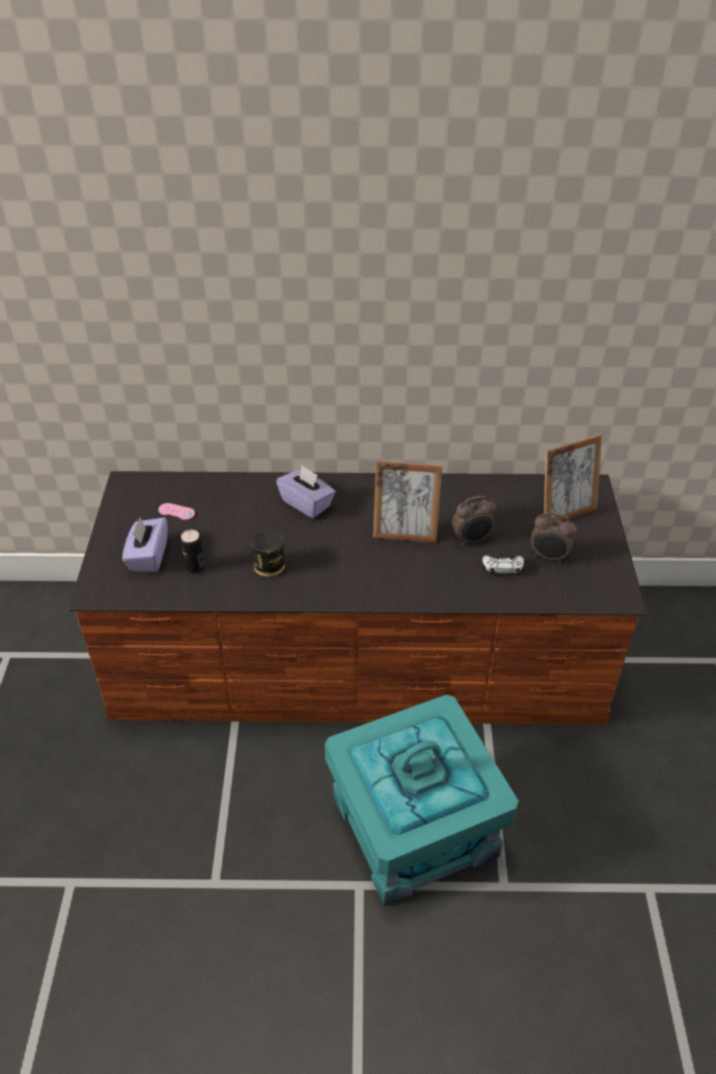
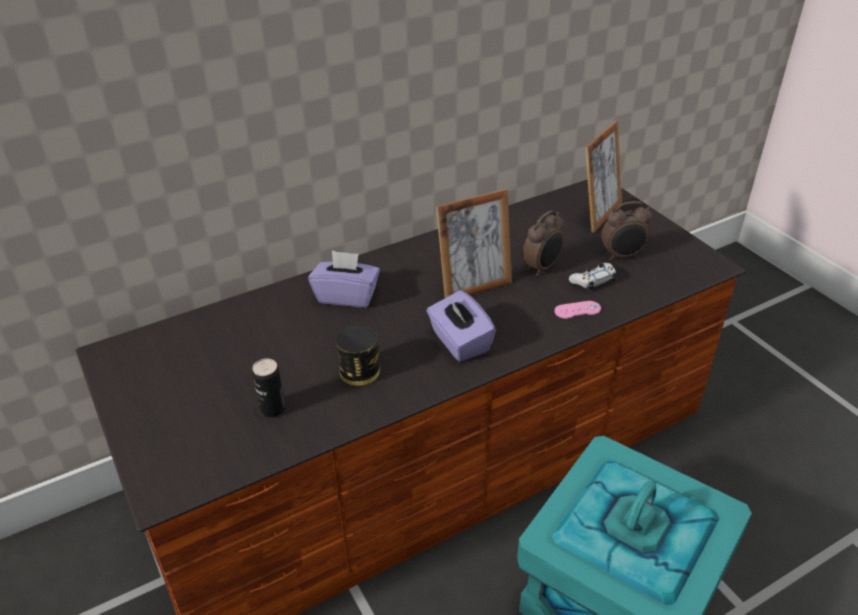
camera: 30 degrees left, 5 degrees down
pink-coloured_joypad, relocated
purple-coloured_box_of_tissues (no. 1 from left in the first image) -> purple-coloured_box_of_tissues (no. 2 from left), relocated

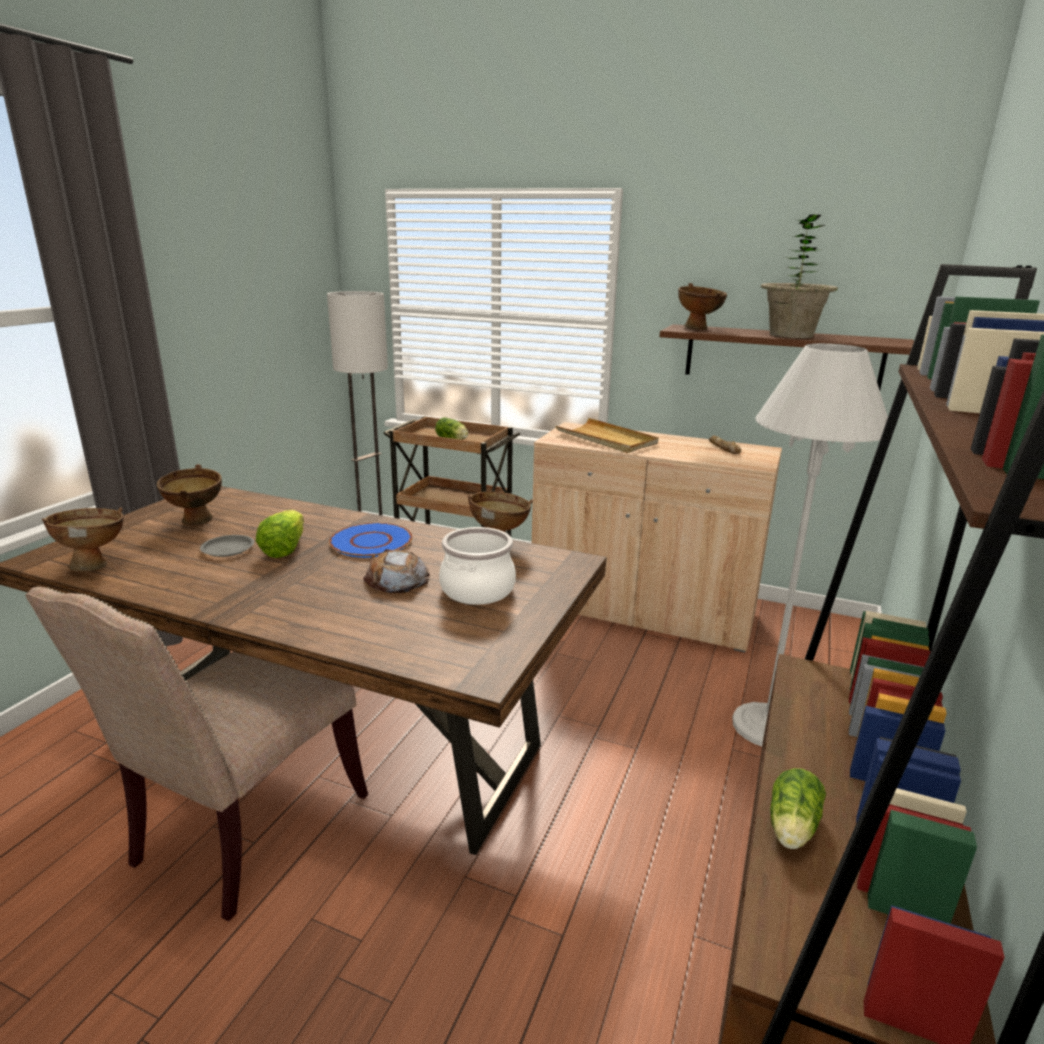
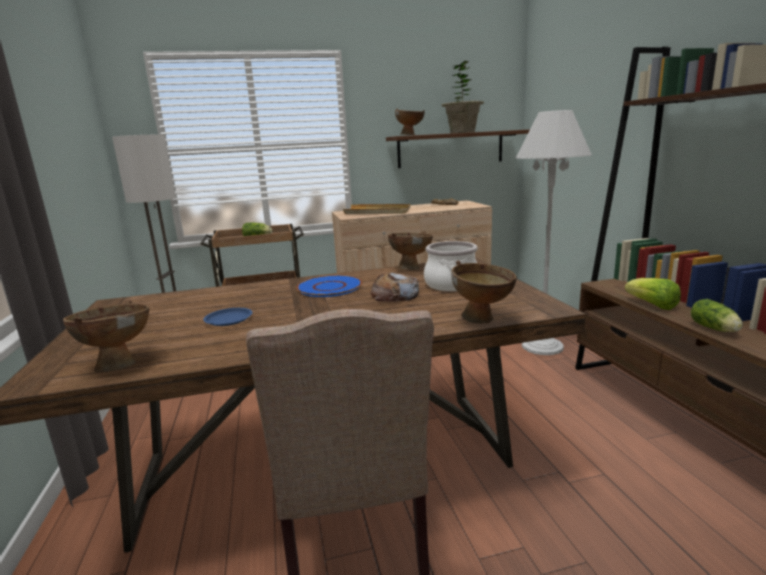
camera: 35 degrees left, 5 degrees down
brown_deep_dish (no. 2 from left in the first image) -> brown_deep_dish (no. 4 from left), relocated
lettuce_head (no. 1 from left in the first image) -> lettuce_head (no. 2 from left), relocated
gray_plate -> blue_plate (no. 1 from left)

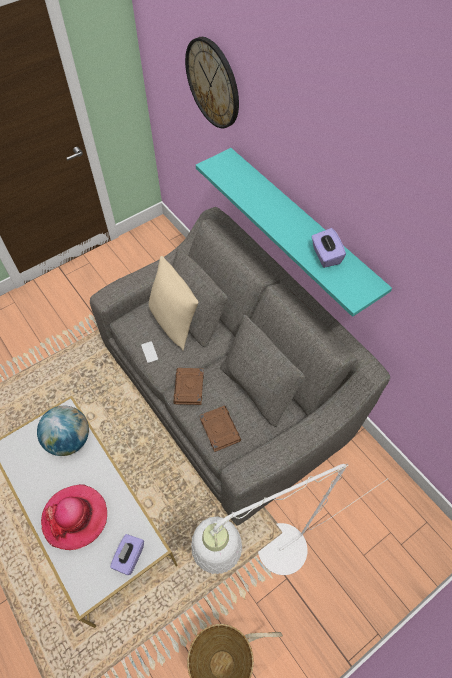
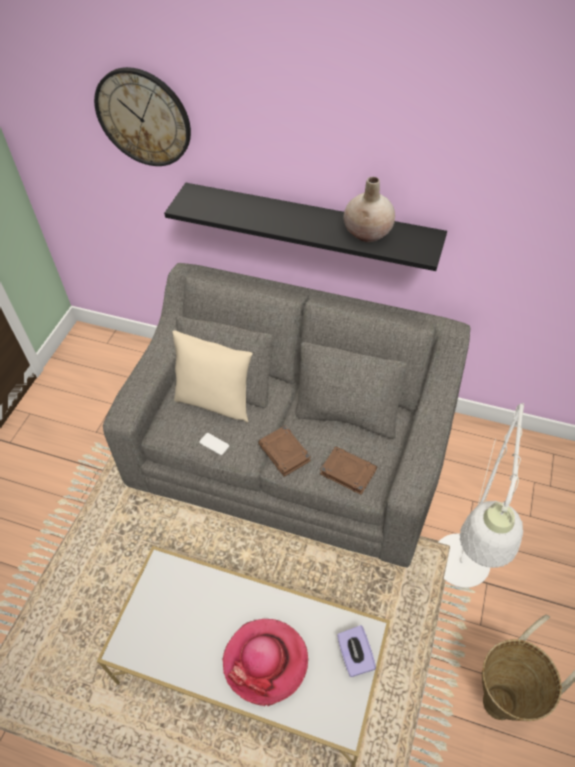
camera: 35 degrees left, 5 degrees down
turquoise_wall_shelf -> black_wall_shelf
purple-coloured_box_of_tissues (no. 2 from left) -> beige-coloured_flower_vase
world_globe -> none

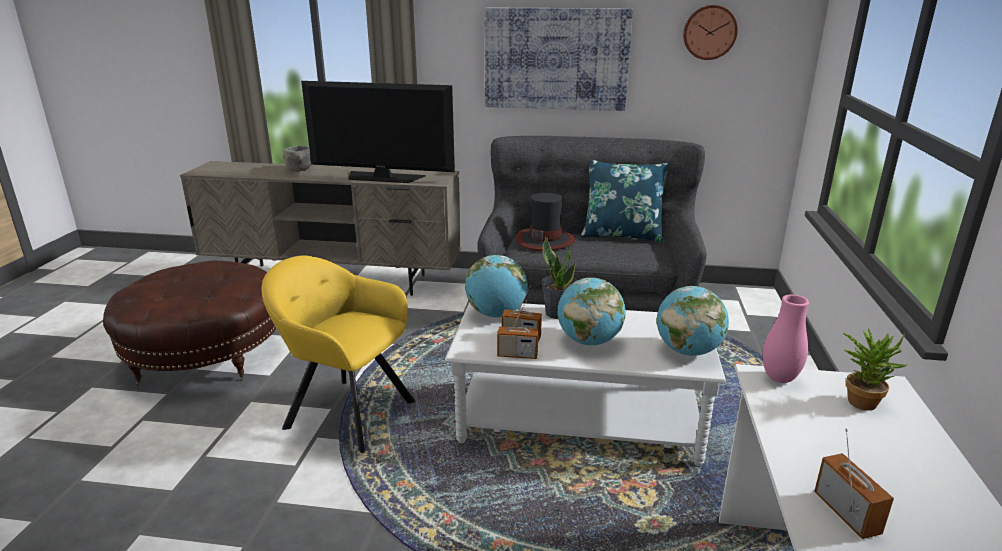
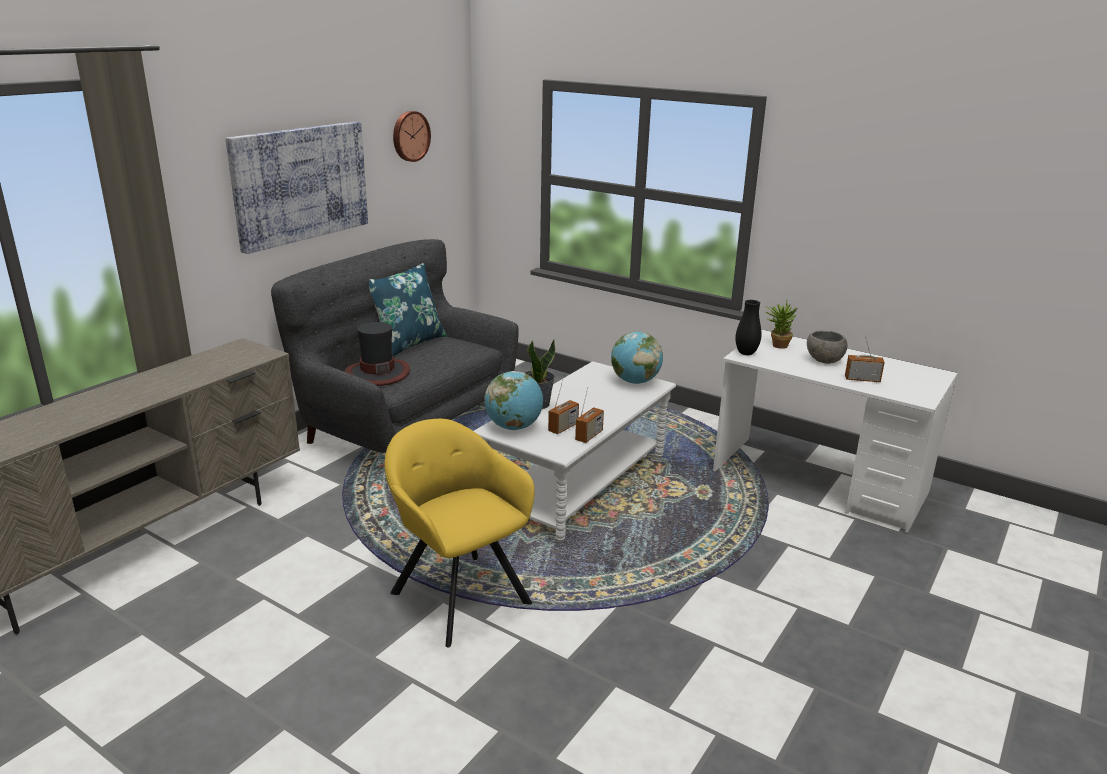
camera: 65 degrees left, 0 degrees up
TV -> none
gray_deep_dish, relocated
yellow_easy_chair, 90 degrees clockwise
brown_footrest -> none
world_globe (no. 2 from left) -> none
pink-coloured_flower_vase -> black_flower_vase

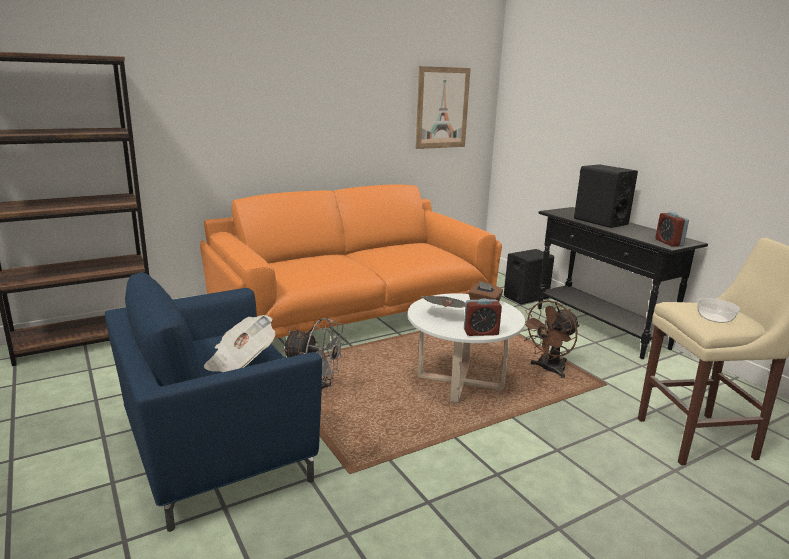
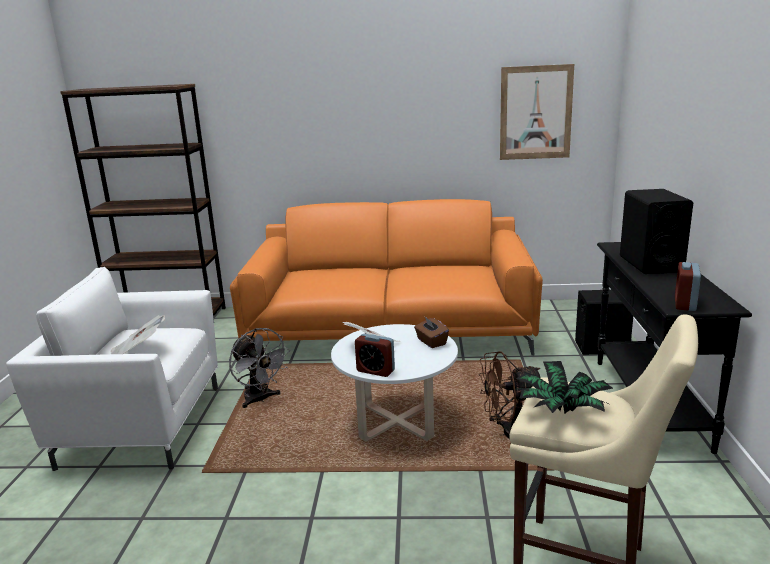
camera: 35 degrees right, 0 degrees up
blue_easy_chair -> white_easy_chair
deep_dish -> potted_plant

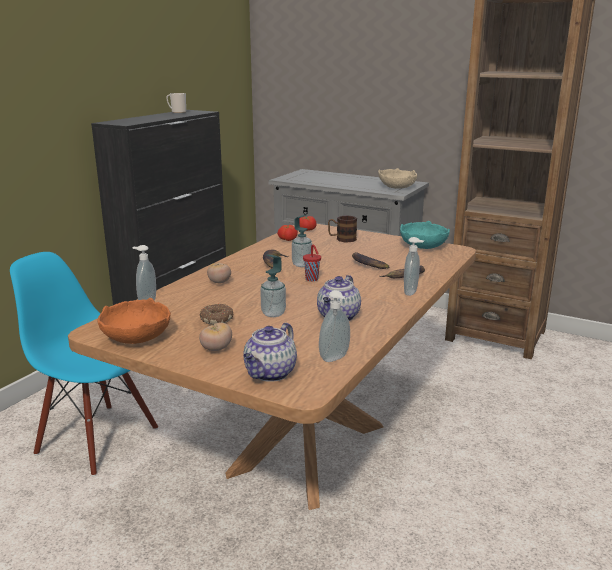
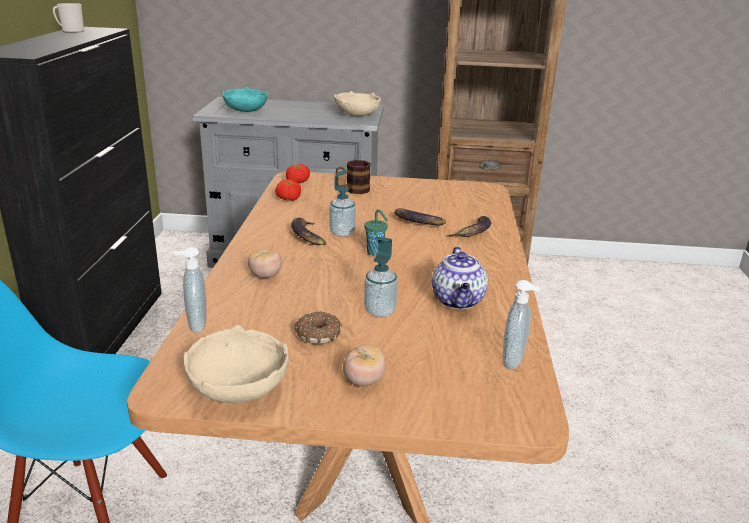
camera: 25 degrees left, 5 degrees up
turquoise_deep_dish, relocated
liquid_soap_bottle (no. 5 from left) -> none
reddish_drinking_cup -> green_drinking_cup
orange_deep_dish -> beige-coloured_deep_dish (no. 1 from left)
pot_for_tea (no. 1 from left) -> none

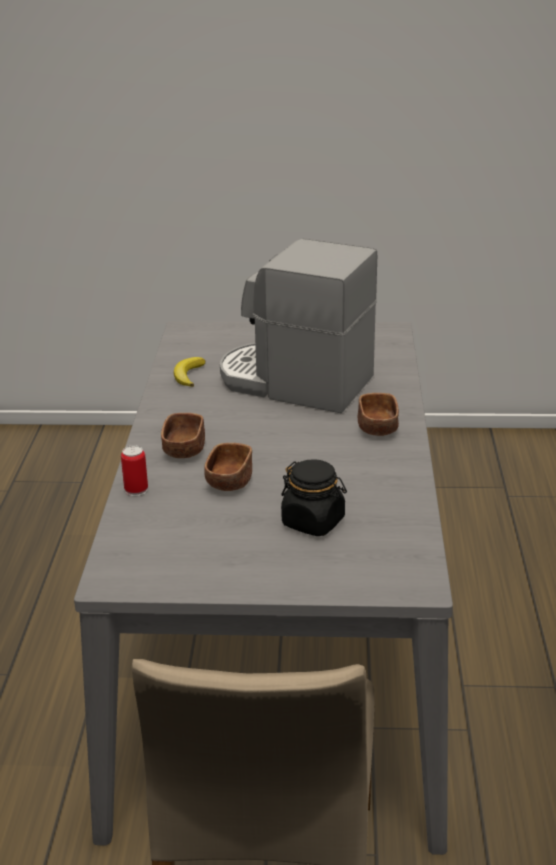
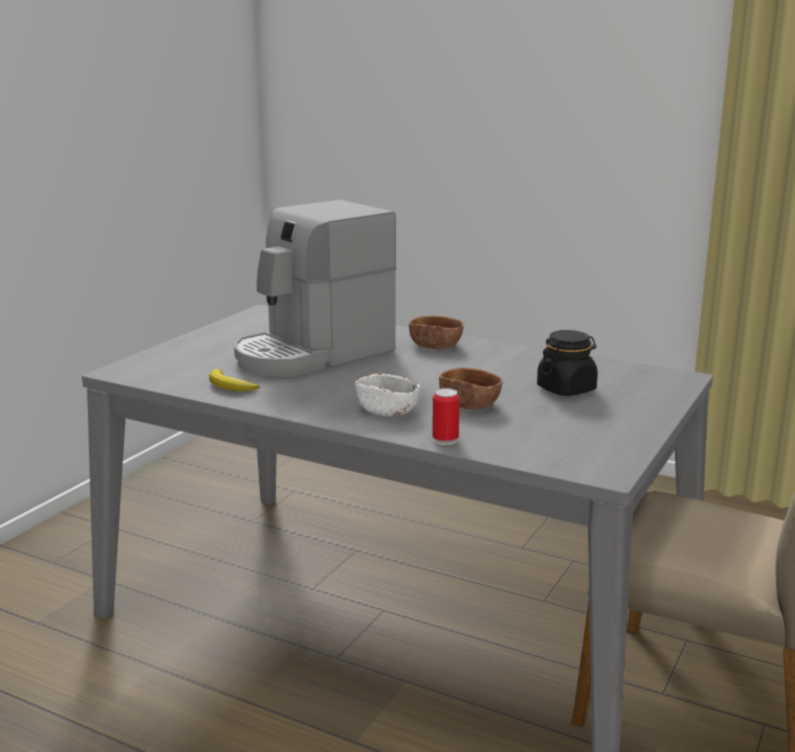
camera: 65 degrees left, 10 degrees down
brown_deep_dish (no. 1 from left) -> white_deep_dish

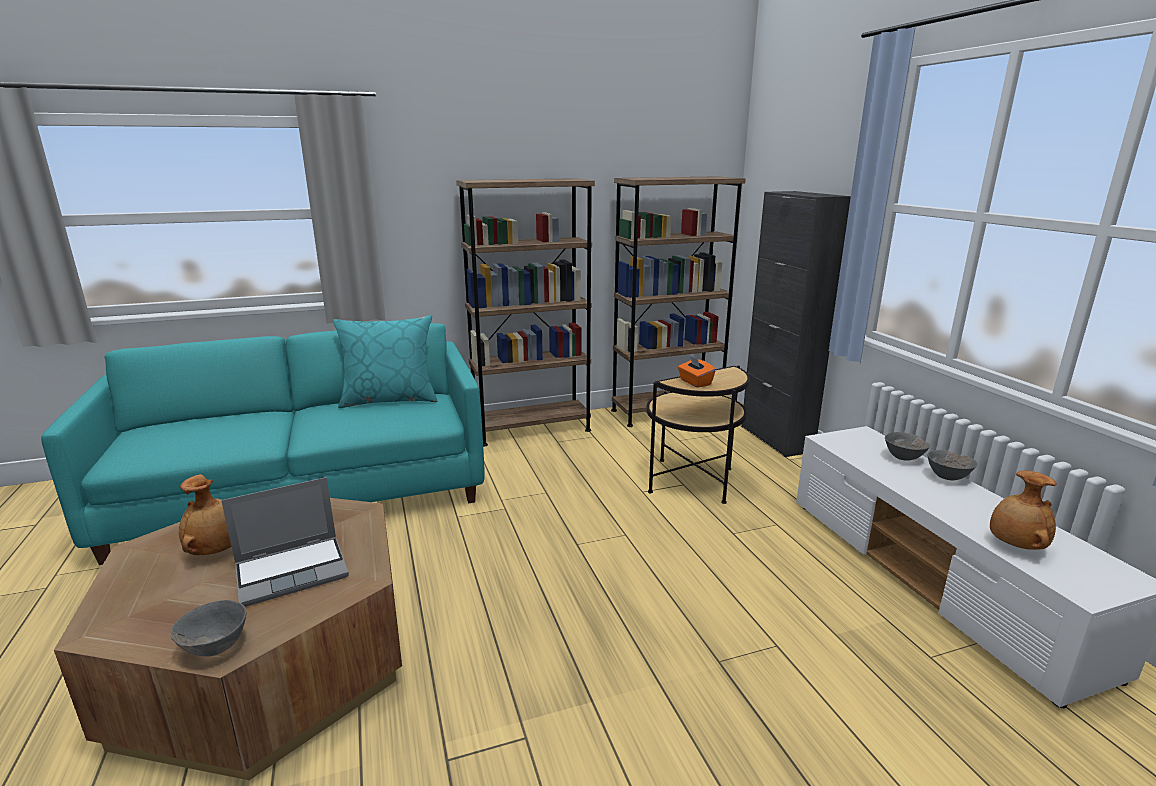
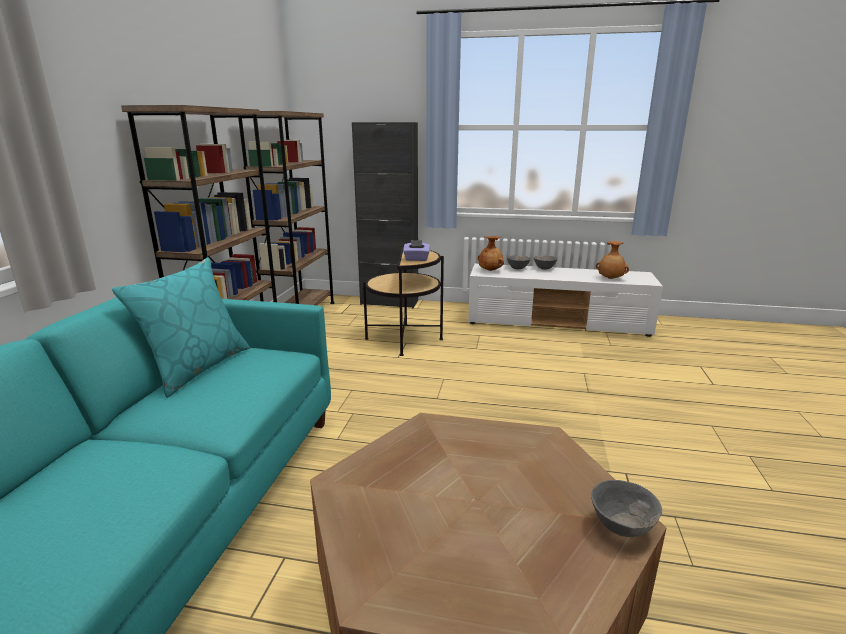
camera: 60 degrees left, 0 degrees up
orange_box_of_tissues -> purple-coloured_box_of_tissues
brown_flower_vase (no. 1 from left), relocated
portable_computer -> none

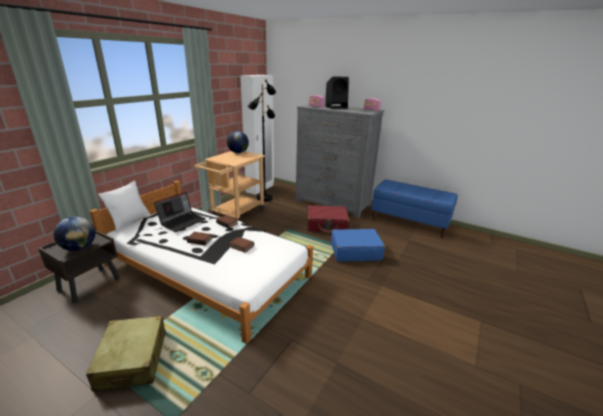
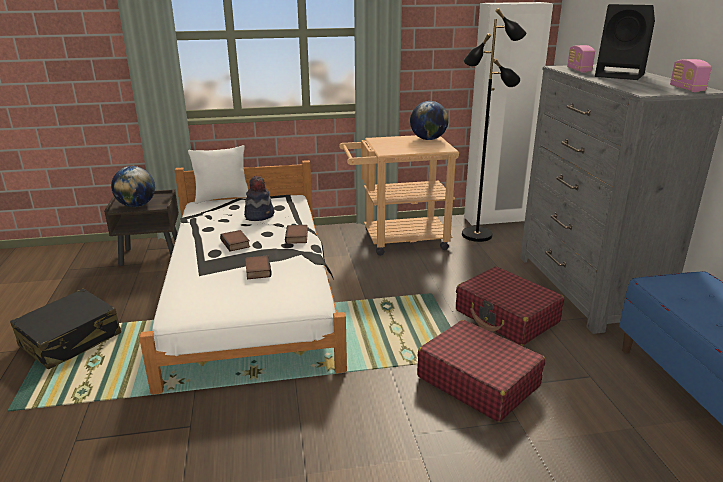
camera: 50 degrees right, 0 degrees up
portable_computer -> hat
blue_piece_of_luggage -> reddish_piece_of_luggage (no. 1 from left)
beige-coloured_piece_of_luggage -> black_piece_of_luggage

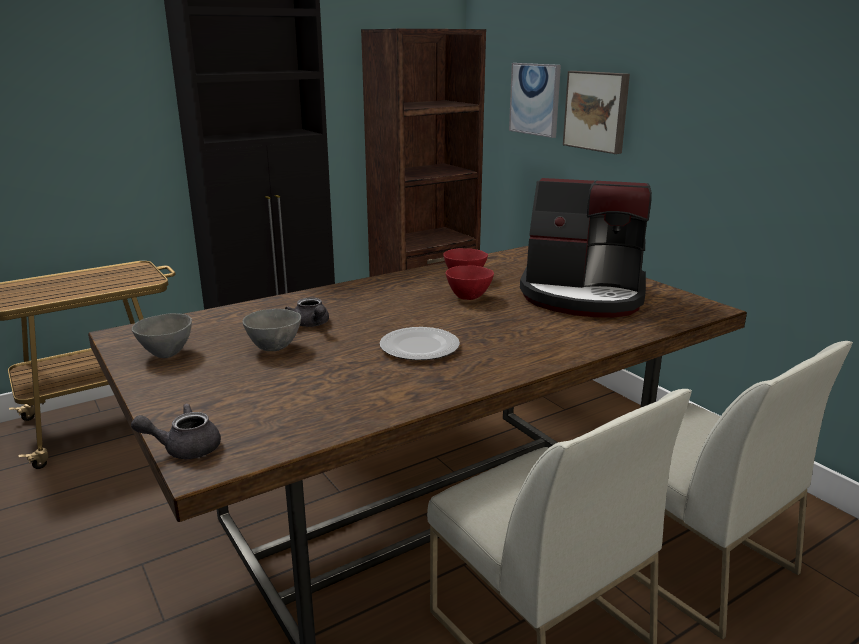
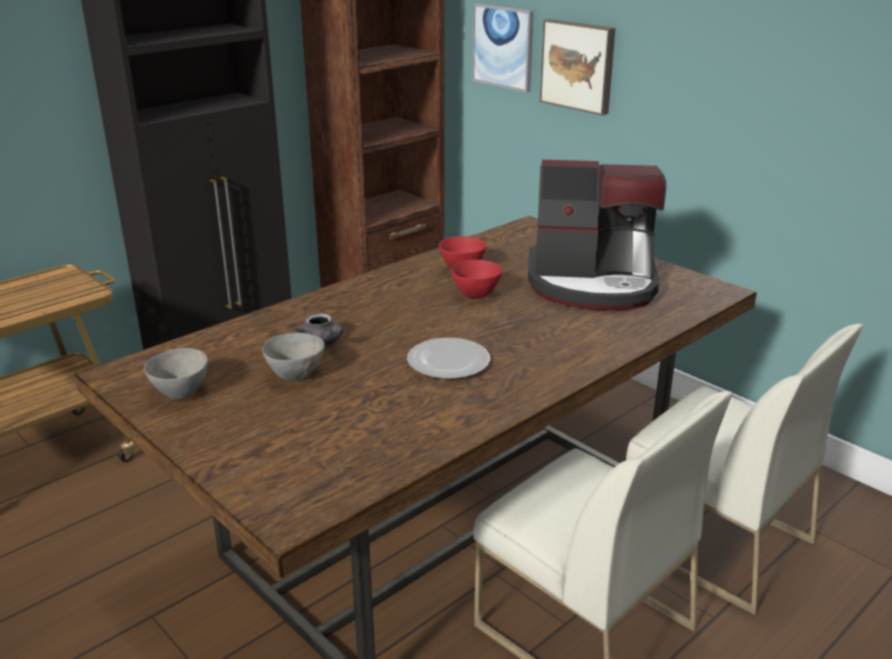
camera: 10 degrees left, 5 degrees up
gray_pot_for_tea (no. 1 from left) -> none

